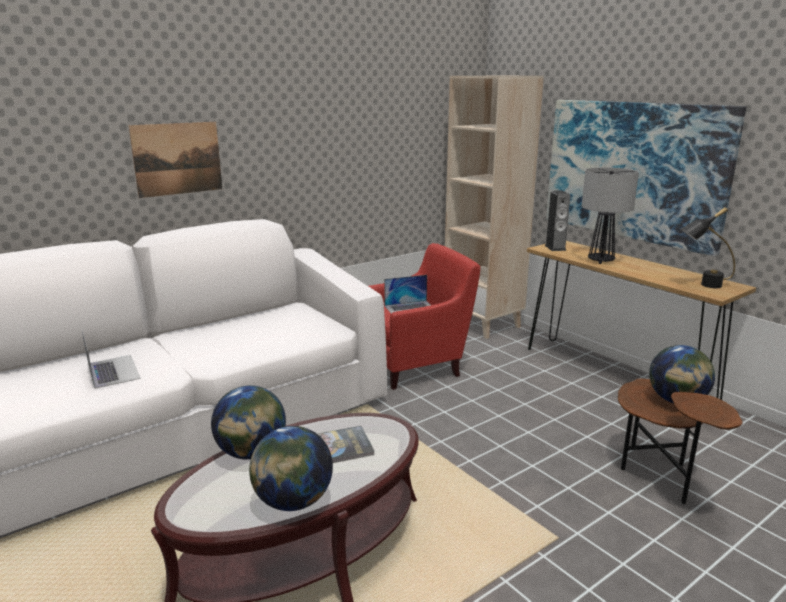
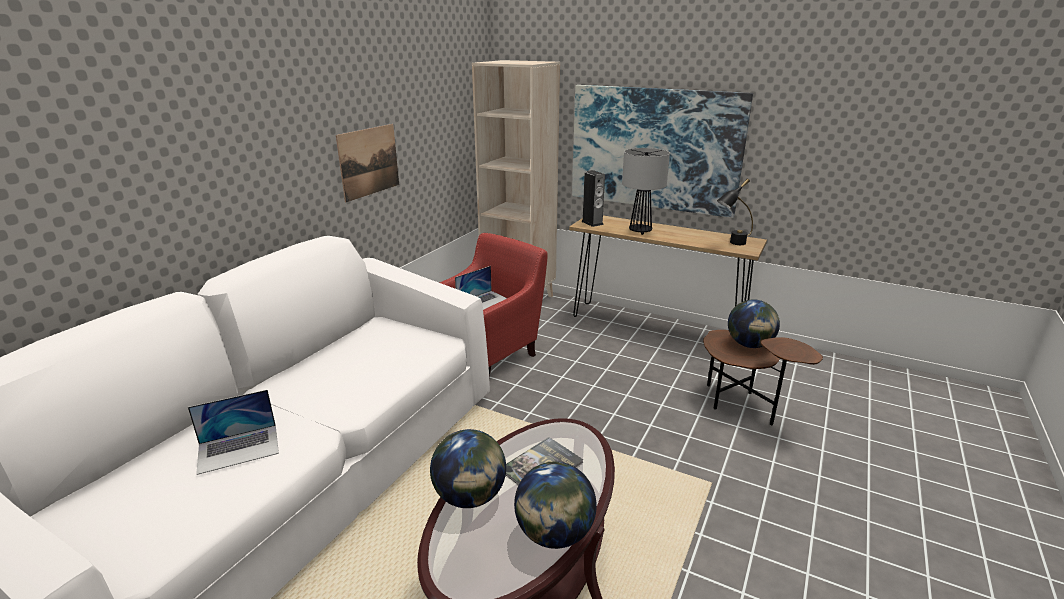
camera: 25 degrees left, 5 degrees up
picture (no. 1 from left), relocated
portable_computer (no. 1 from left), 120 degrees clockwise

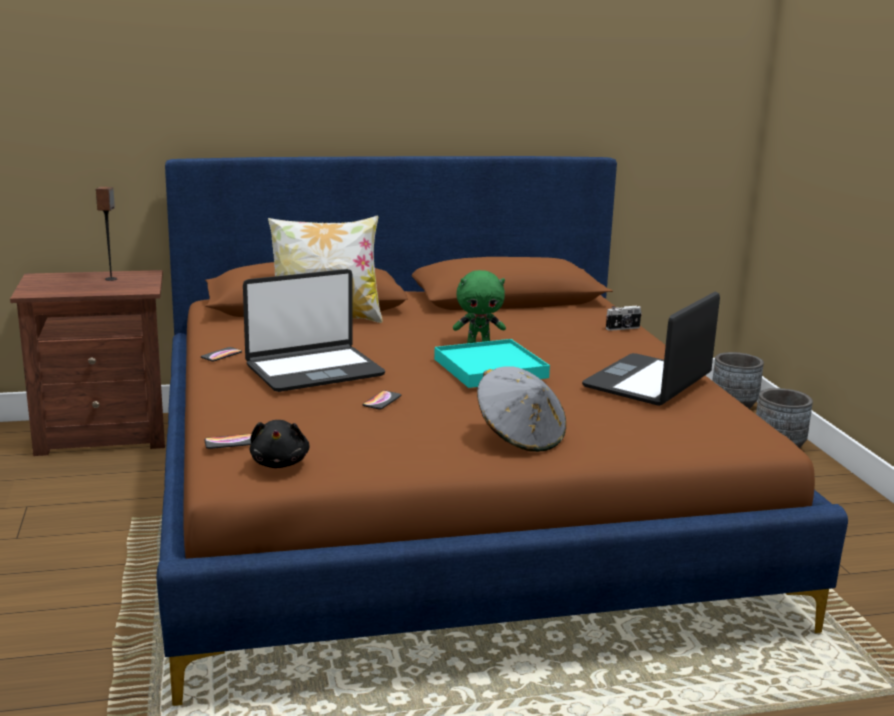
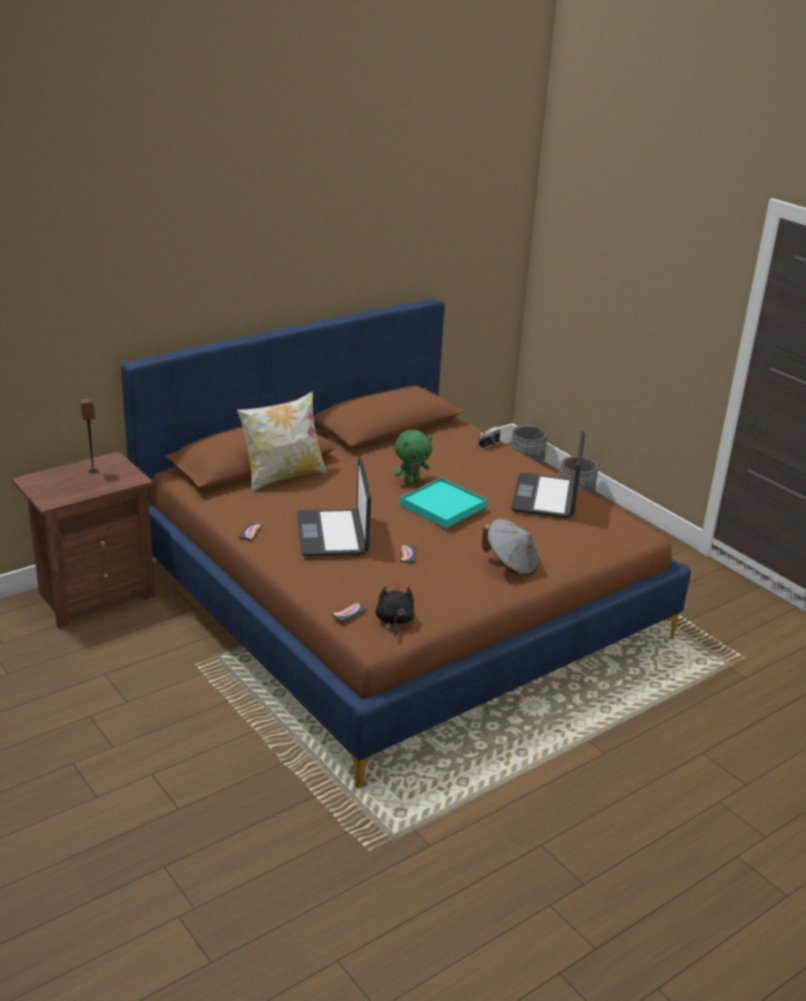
camera: 25 degrees left, 10 degrees up
portable_computer (no. 1 from left), 135 degrees clockwise
black_plush_toy, 150 degrees counterclockwise

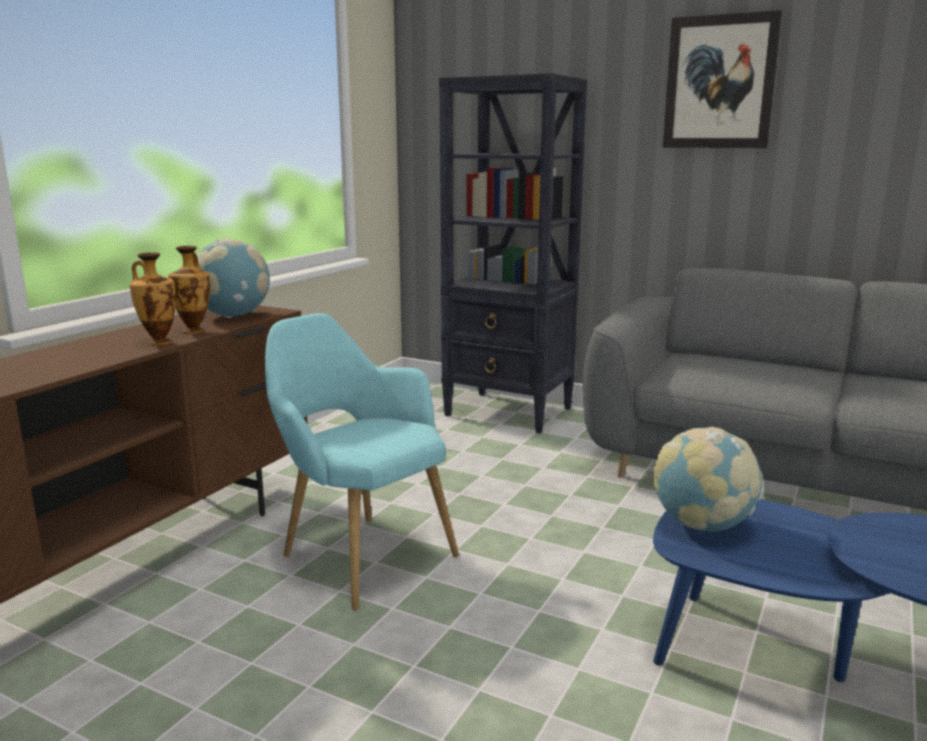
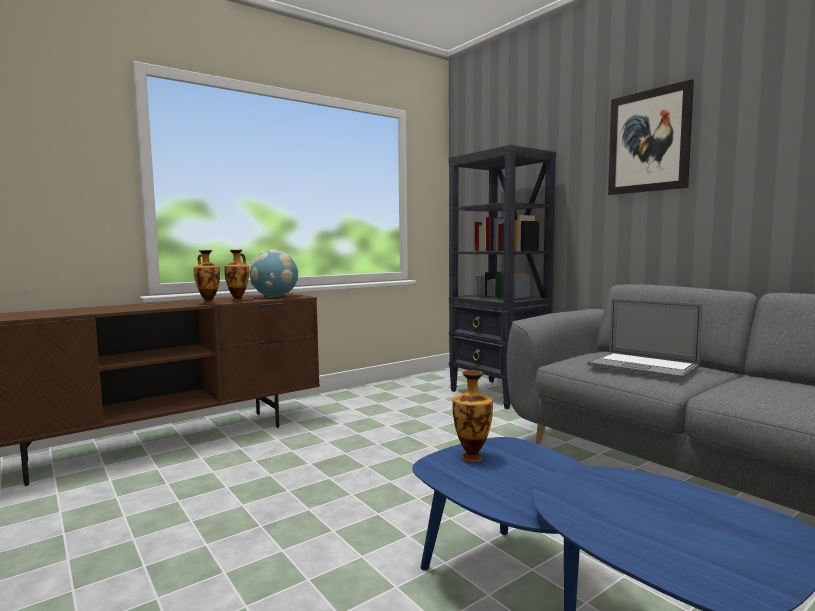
camera: 25 degrees right, 10 degrees down
turquoise_easy_chair -> none
world_globe (no. 2 from left) -> flower_vase (no. 3 from left)
none -> portable_computer

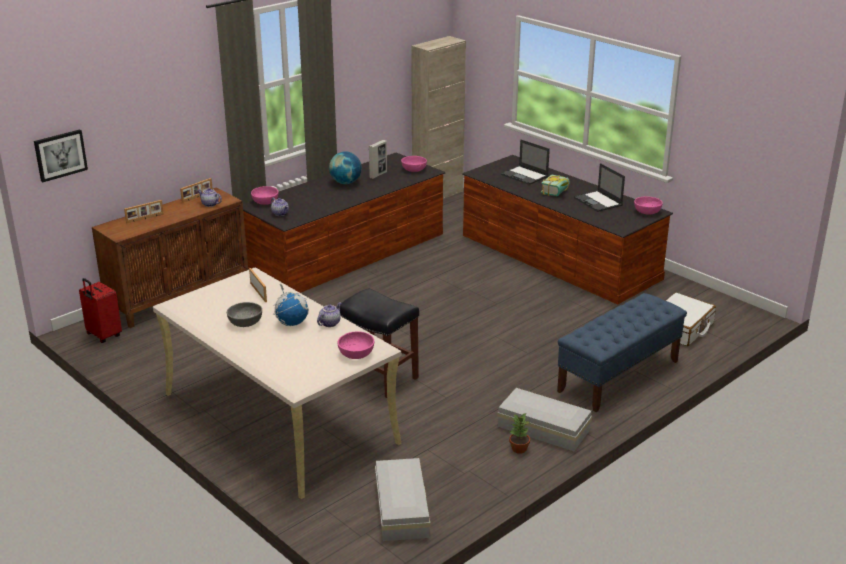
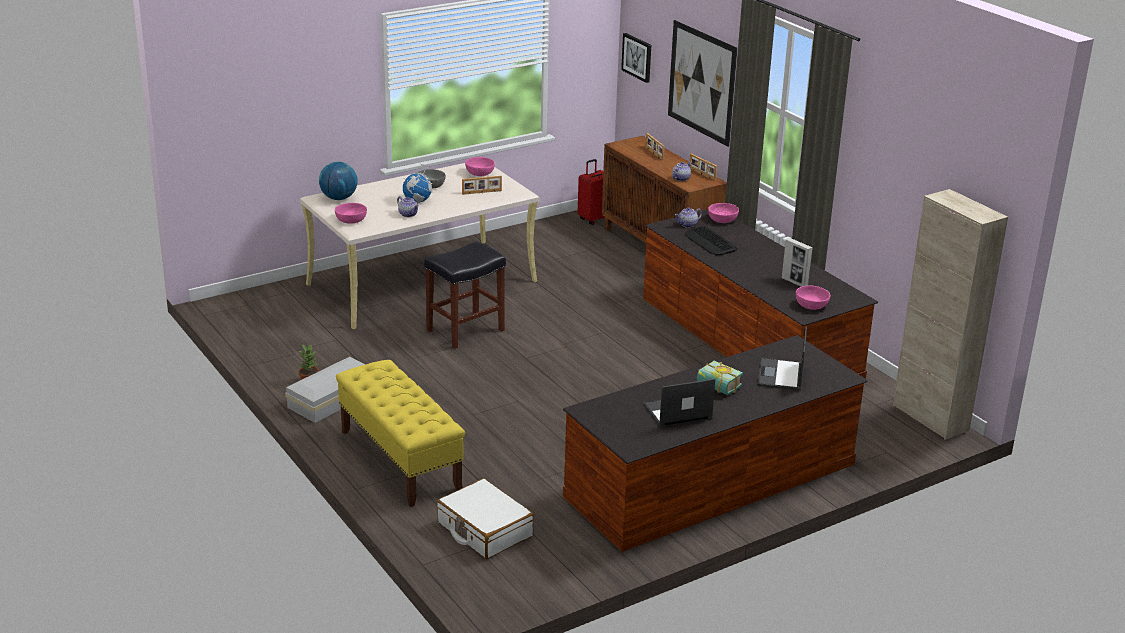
camera: 100 degrees right, 0 degrees up
portable_computer (no. 1 from left in the first image) -> portable_computer (no. 2 from left), 45 degrees counterclockwise
world_globe (no. 2 from left in the first image) -> world_globe (no. 1 from left), relocated
pink-coloured_deep_dish (no. 4 from left in the first image) -> pink-coloured_deep_dish (no. 2 from left), relocated
blue_indoor_bench -> yellow_indoor_bench
white_storage_container (no. 1 from left) -> none
none -> picture (no. 2 from left)
none -> keyboard

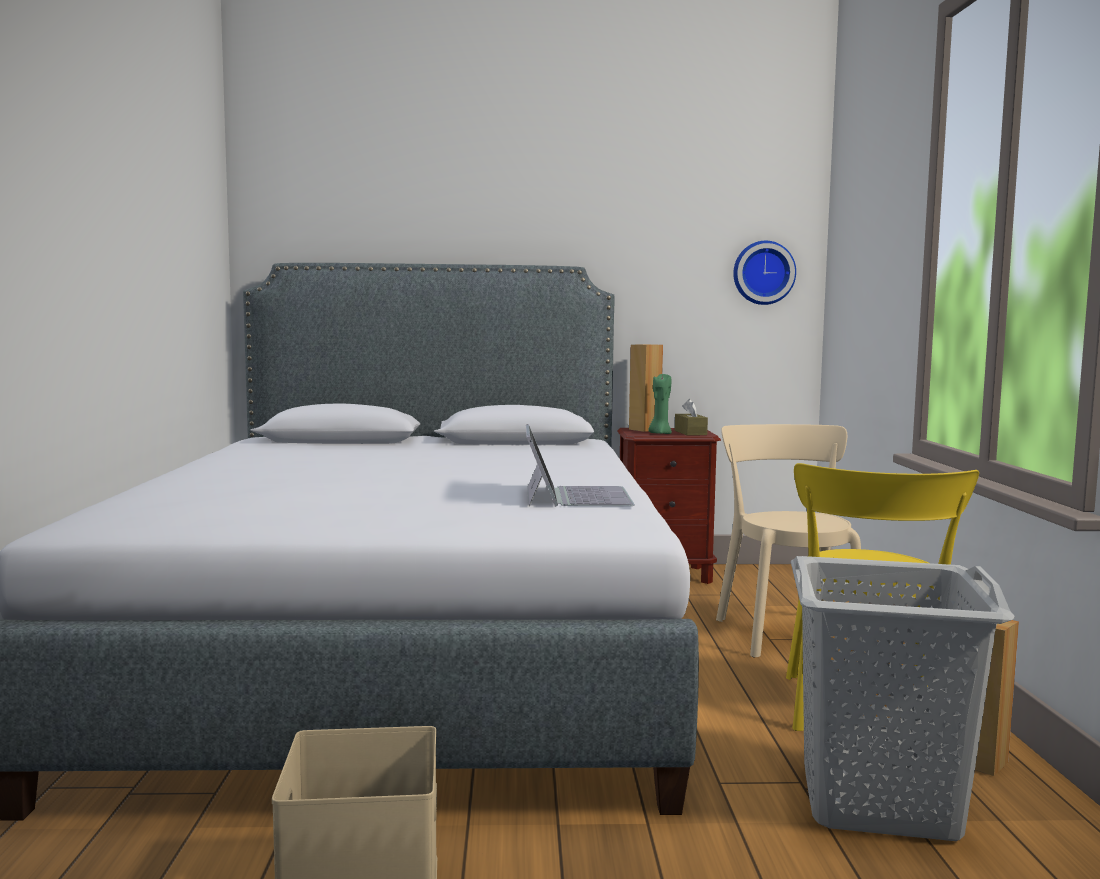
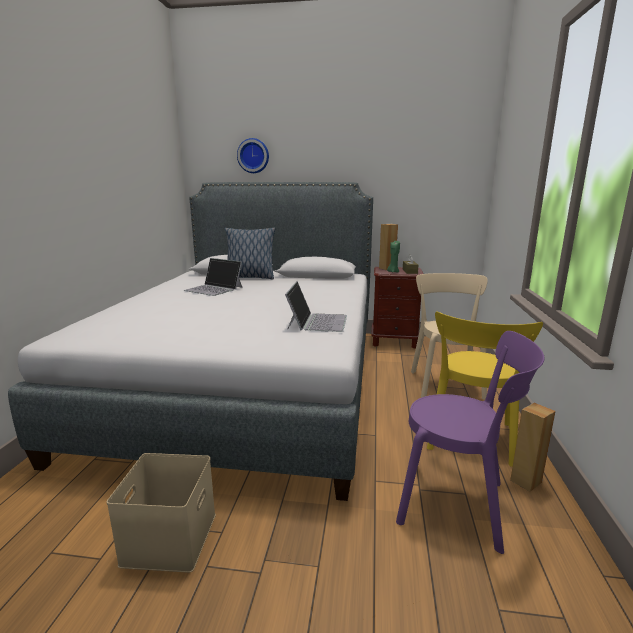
camera: 10 degrees right, 10 degrees up
clock_on_the_wall, relocated
gray_hamper -> purple-coloured_chair
none -> throw_pillow
none -> portable_computer (no. 1 from left)

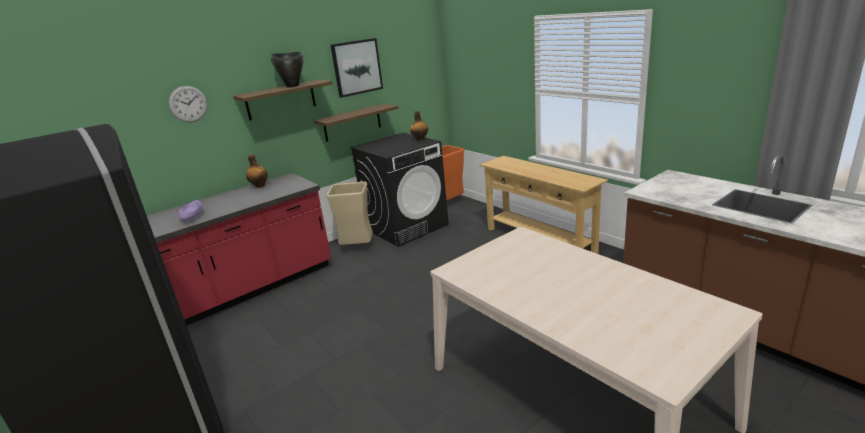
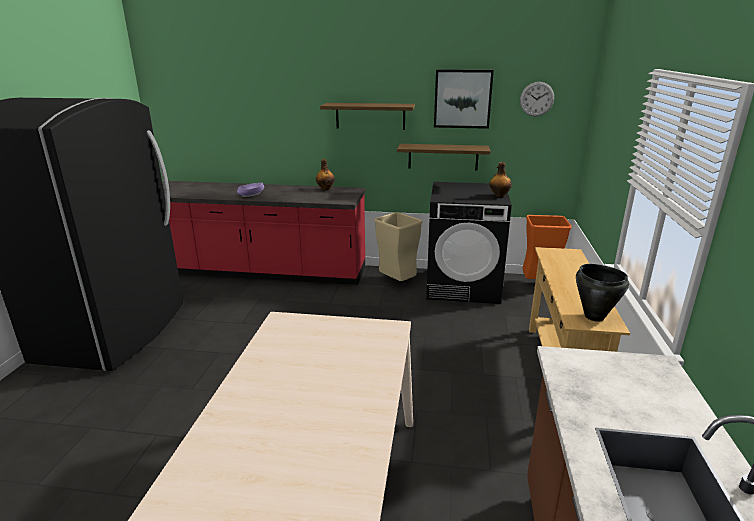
camera: 45 degrees right, 0 degrees up
black_stockpot, relocated
clock_on_the_wall, relocated

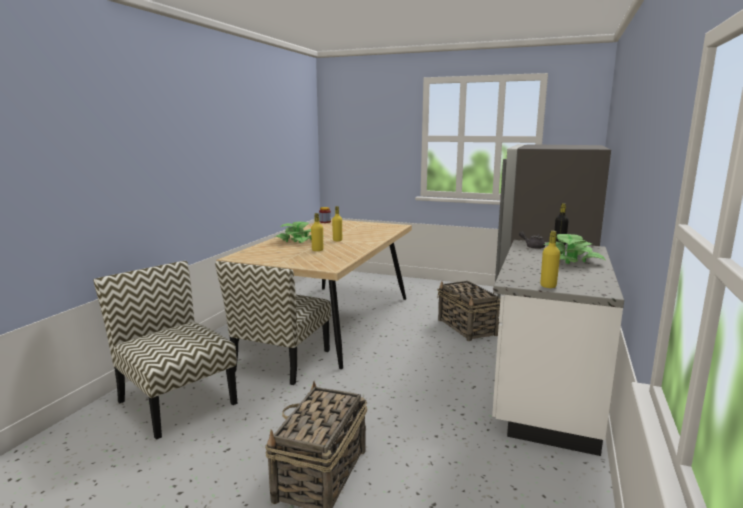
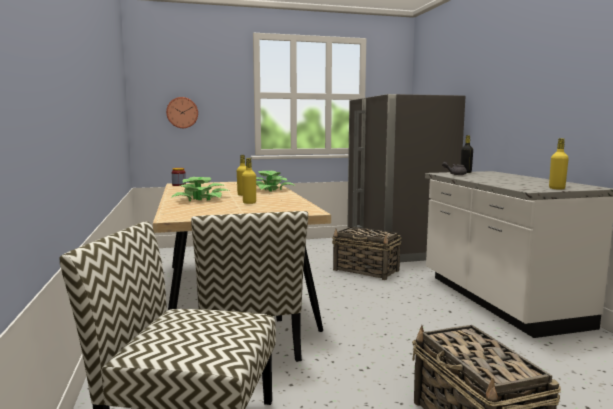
camera: 35 degrees left, 5 degrees down
potted_plant (no. 2 from left), relocated
none -> clock_on_the_wall

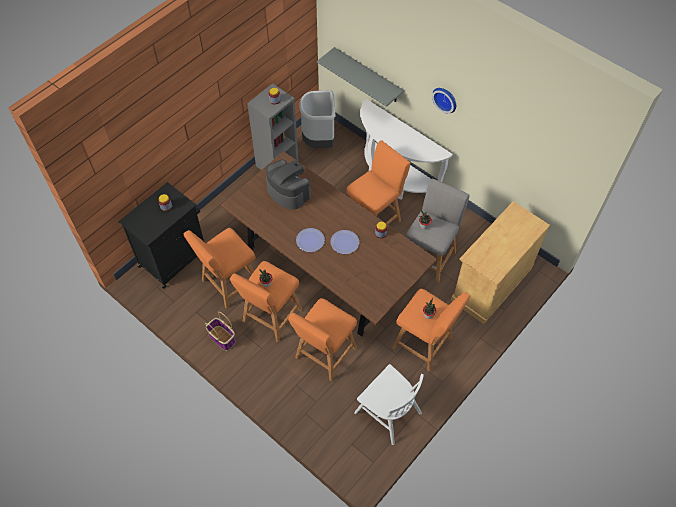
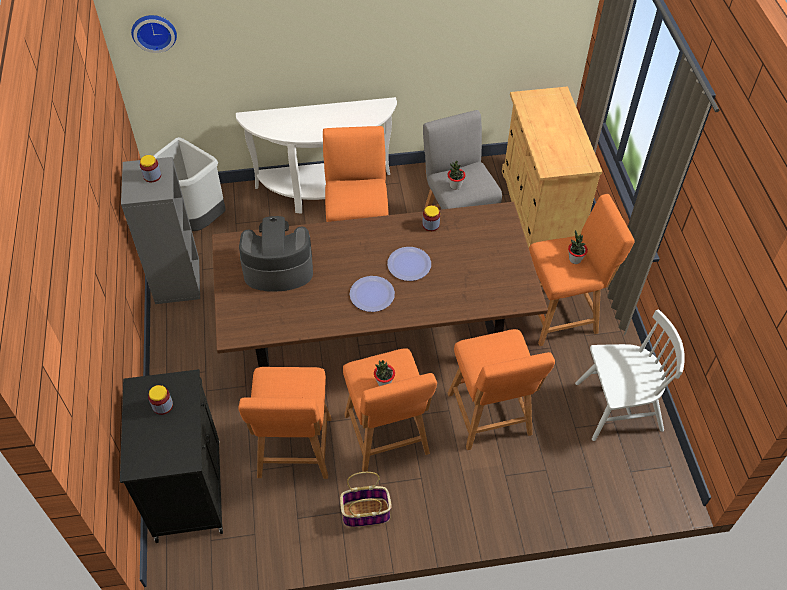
camera: 50 degrees left, 5 degrees down
gray_wall_shelf -> none
clock_on_the_wall, relocated

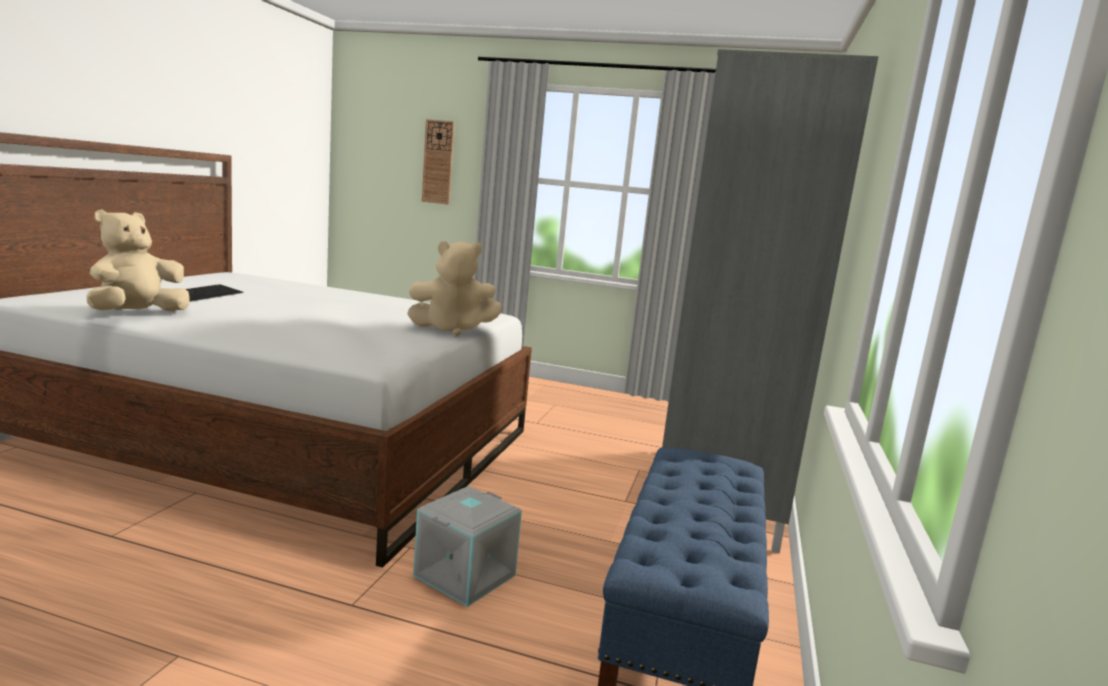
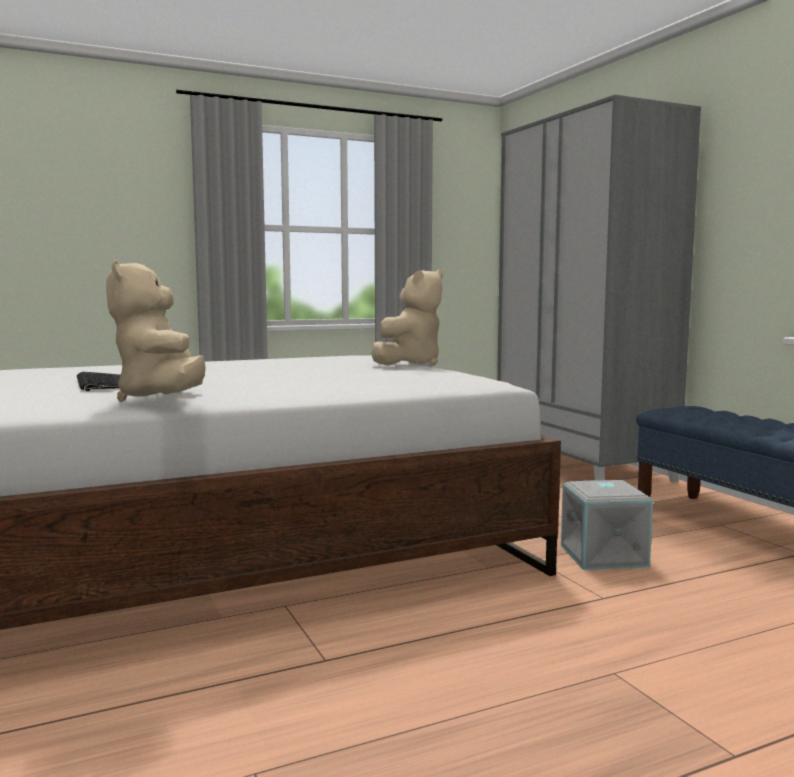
camera: 40 degrees left, 5 degrees down
clock_on_the_wall -> none

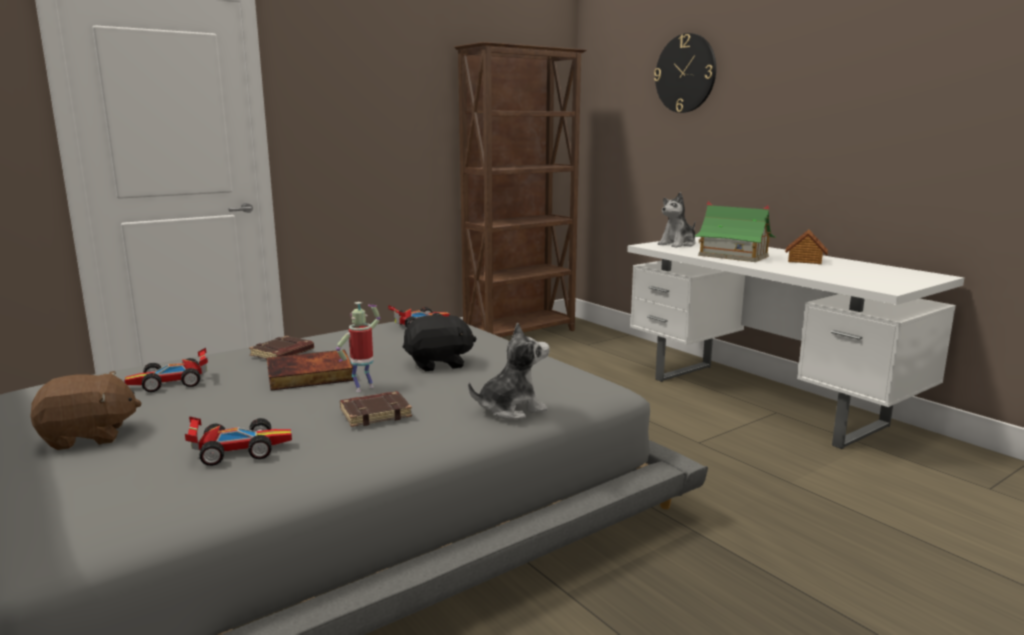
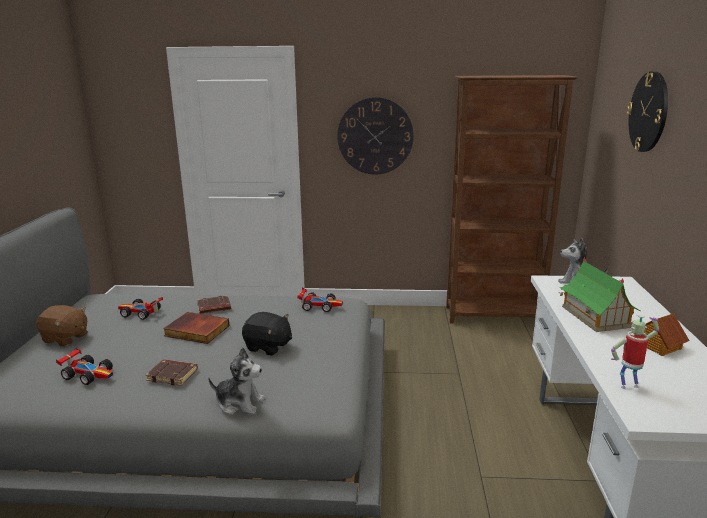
camera: 40 degrees right, 5 degrees up
model_robot, relocated
none -> clock_on_the_wall (no. 1 from left)

